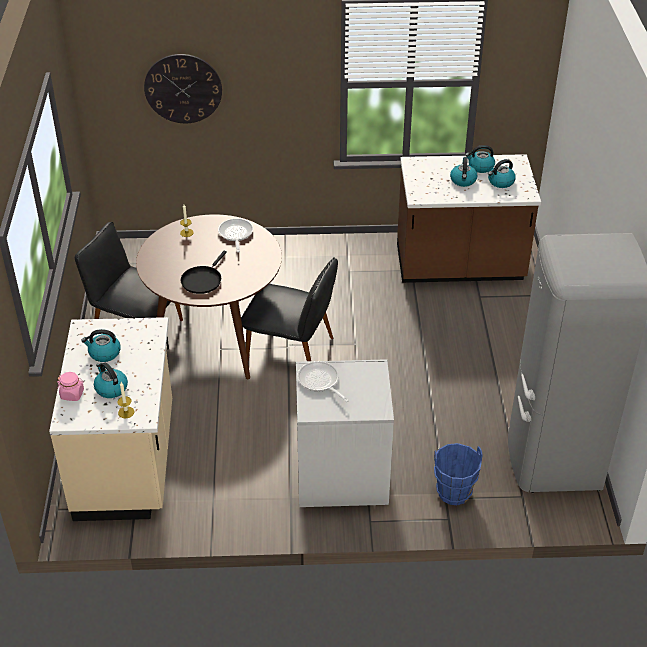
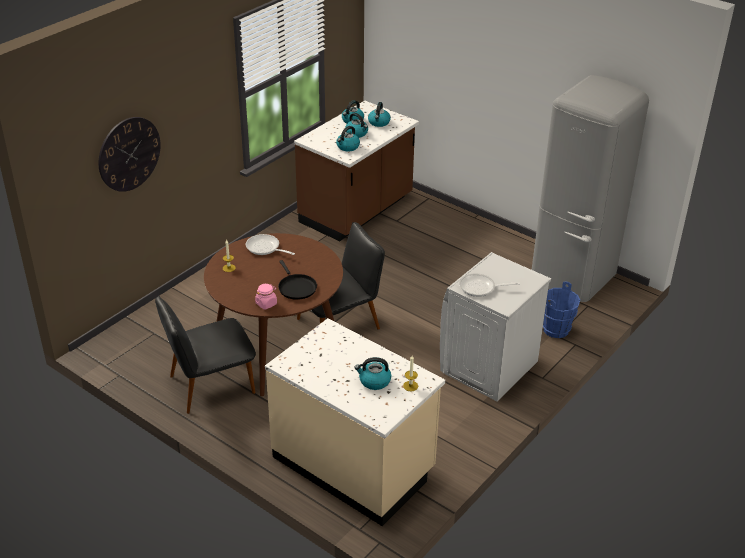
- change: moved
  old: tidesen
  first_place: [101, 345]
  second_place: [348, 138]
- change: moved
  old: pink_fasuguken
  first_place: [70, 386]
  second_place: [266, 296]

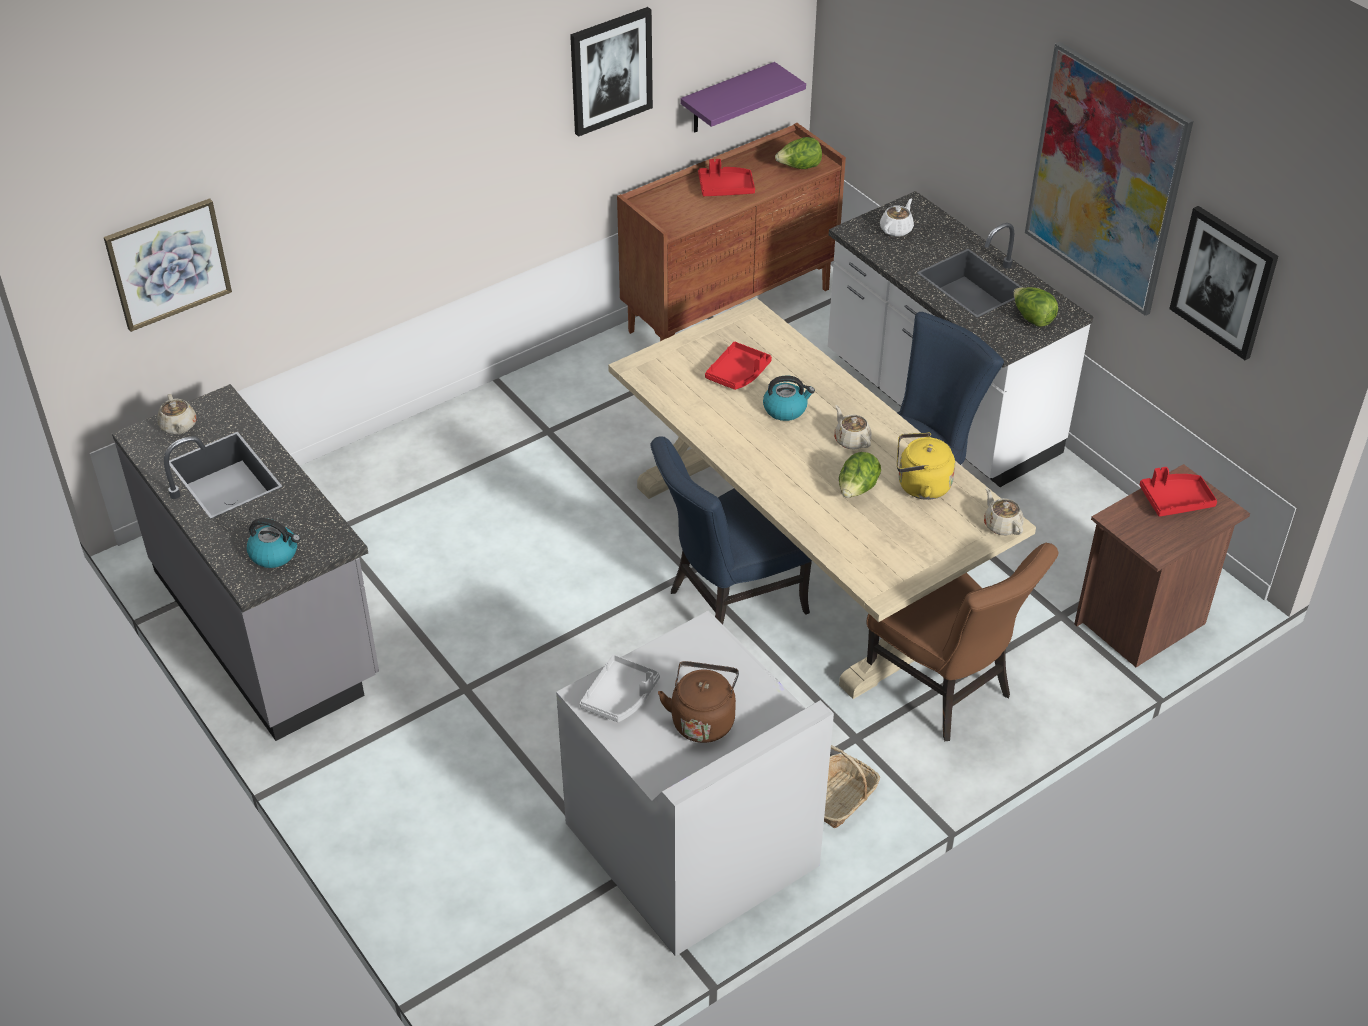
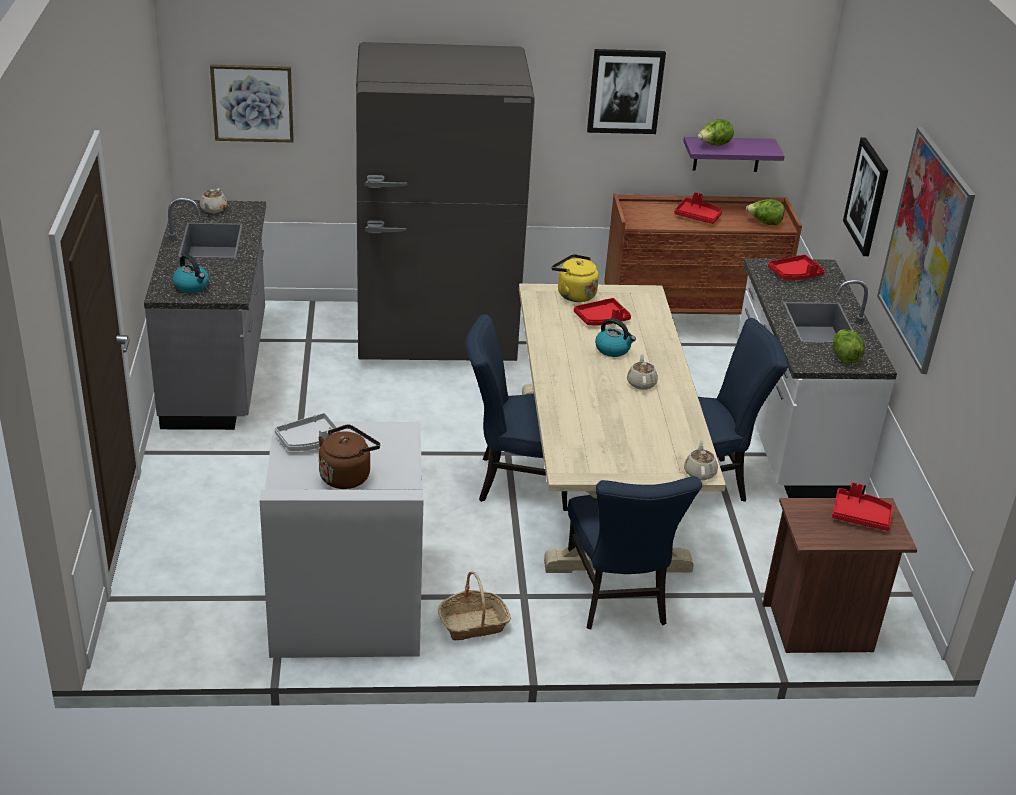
- change: replaced
  old: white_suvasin
  new: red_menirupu
  first_place: [897, 218]
  second_place: [796, 267]
- change: moved
  old: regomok
  first_place: [1223, 283]
  second_place: [865, 197]
- change: moved
  old: yellow_tidesen
  first_place: [926, 466]
  second_place: [575, 278]
- change: moved
  old: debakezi
  first_place: [860, 475]
  second_place: [715, 132]
- change: recoloured
  old: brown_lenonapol
  new: blue_lenonapol
  first_place: [962, 642]
  second_place: [635, 553]
- change: added
  new: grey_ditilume
  second_place: [445, 201]

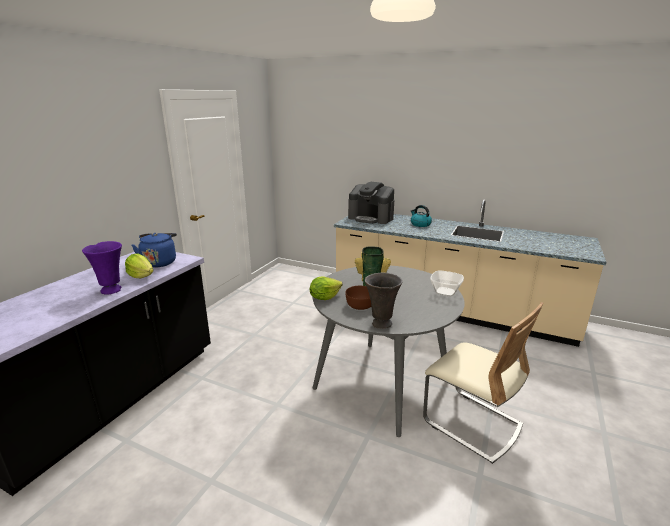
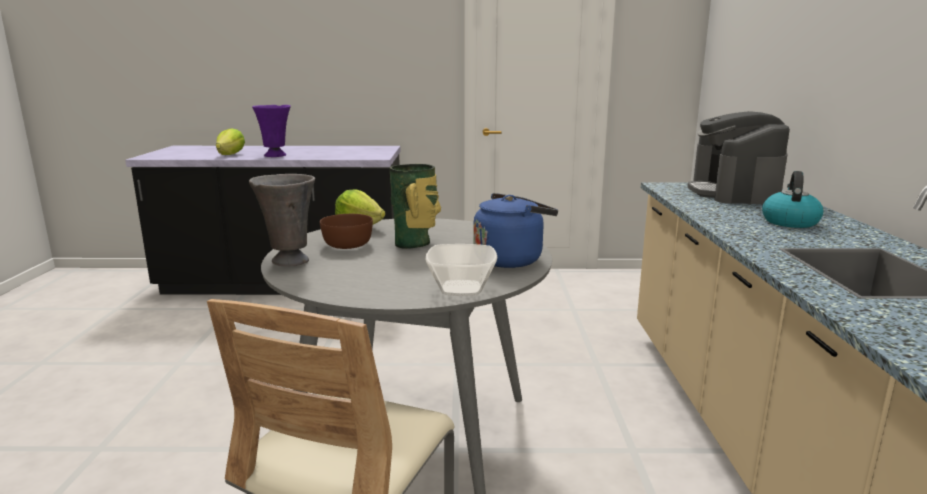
- change: moved
  old: blue_tidesen
  first_place: [154, 250]
  second_place: [515, 230]
- change: moved
  old: debakezi
  first_place: [139, 266]
  second_place: [230, 141]

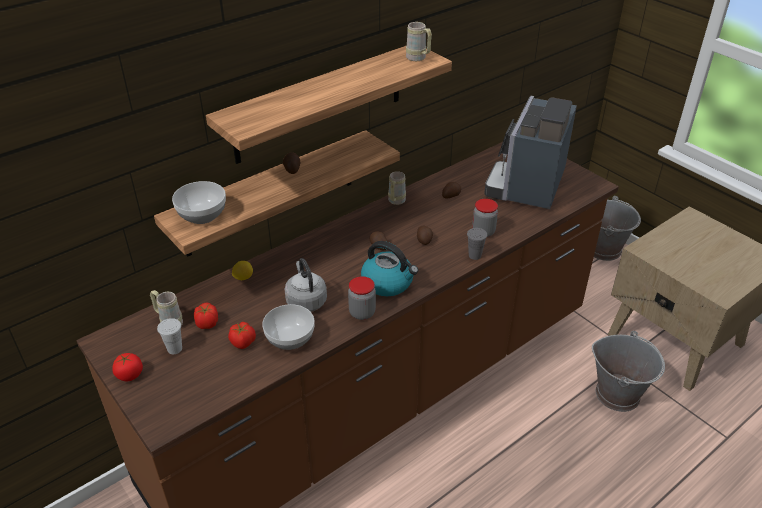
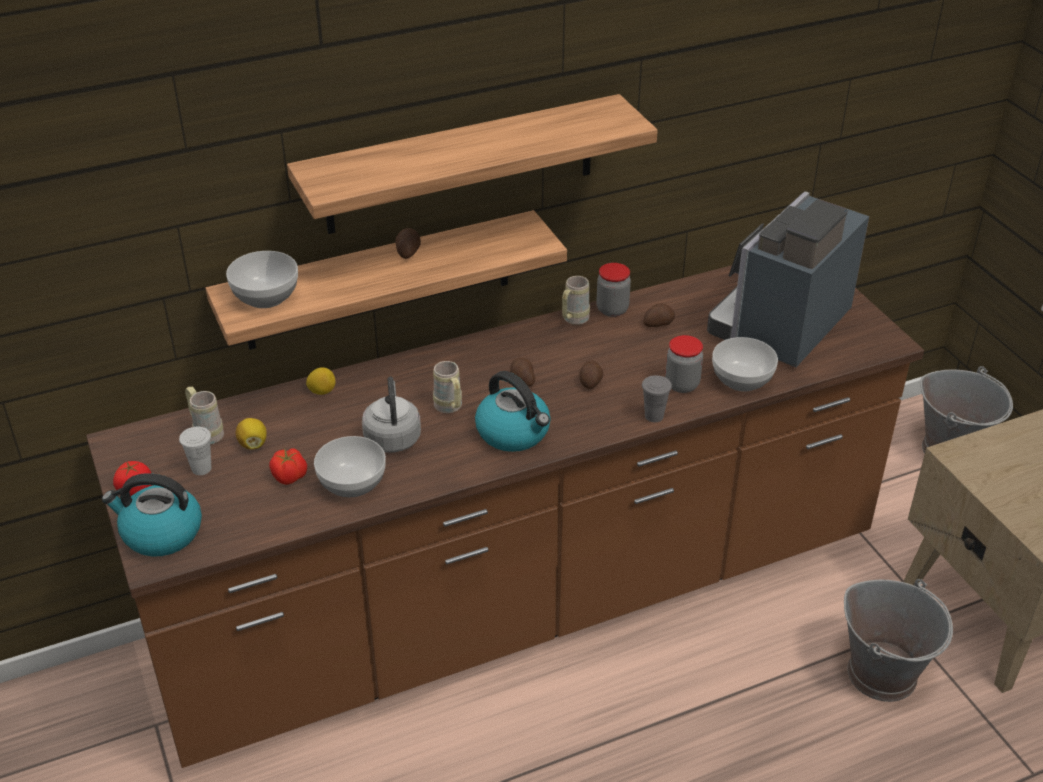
- change: moved
  old: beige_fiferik
  first_place: [419, 41]
  second_place: [447, 387]
- change: moved
  old: fasuguken
  first_place: [362, 298]
  second_place: [613, 290]
- change: replaced
  old: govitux
  new: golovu
  first_place: [206, 316]
  second_place: [251, 433]
- change: added
  new: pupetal
  second_place: [745, 364]
- change: added
  new: tidesen
  second_place: [152, 515]

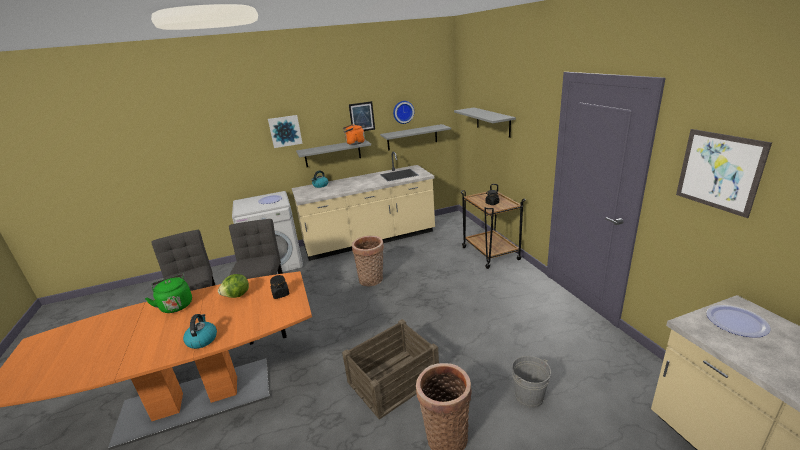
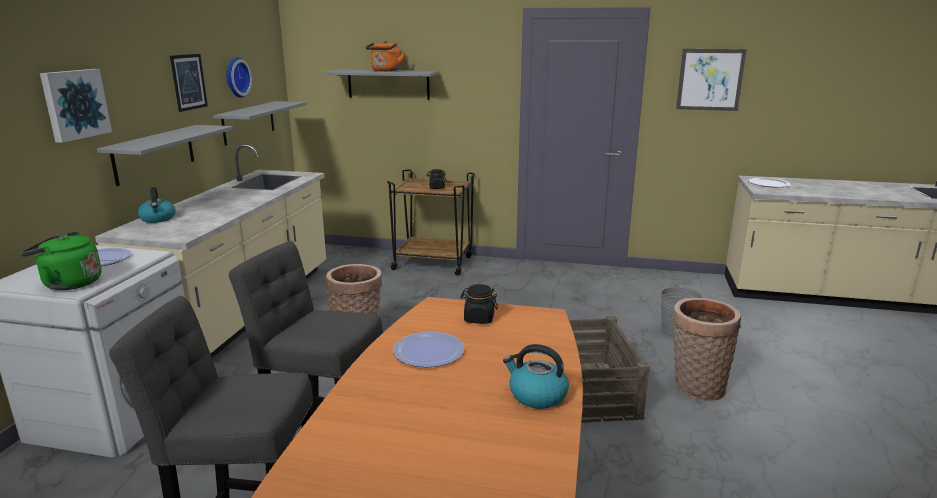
- change: moved
  old: orange_tidesen
  first_place: [354, 134]
  second_place: [385, 56]
- change: moved
  old: green_tidesen
  first_place: [168, 293]
  second_place: [60, 260]
- change: replaced
  old: debakezi
  new: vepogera
  first_place: [233, 286]
  second_place: [429, 349]

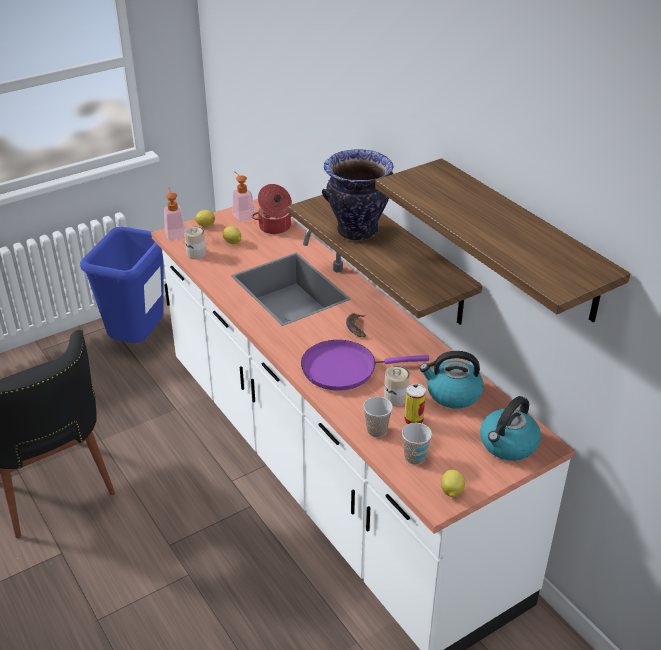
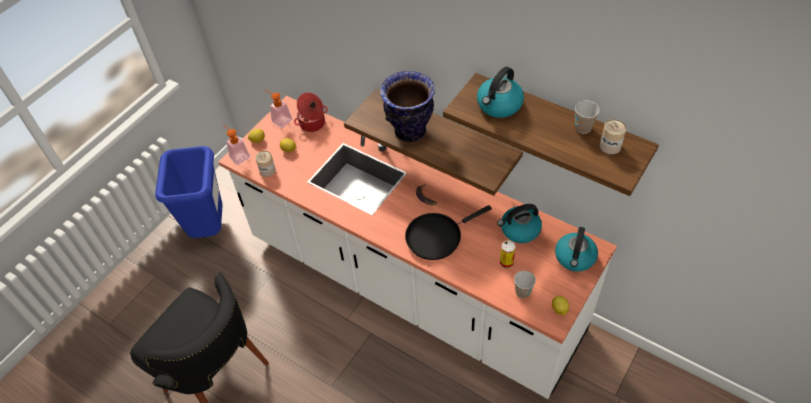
- change: recoloured
  old: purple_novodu
  new: black_novodu
  first_place: [365, 365]
  second_place: [448, 232]
- change: moved
  old: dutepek
  first_place: [397, 386]
  second_place: [613, 136]
- change: moved
  old: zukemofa
  first_place: [378, 417]
  second_place: [587, 117]
- change: added
  new: tidesen
  second_place: [500, 92]

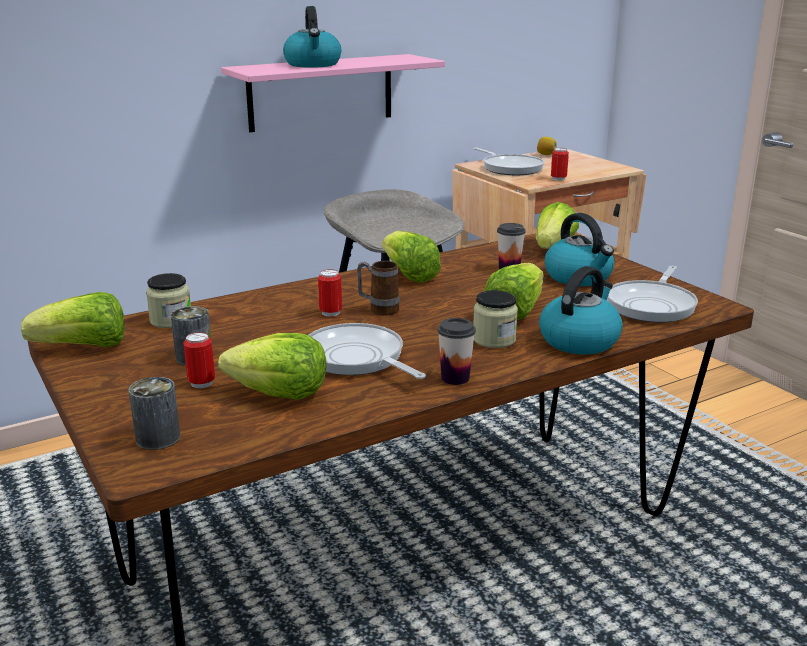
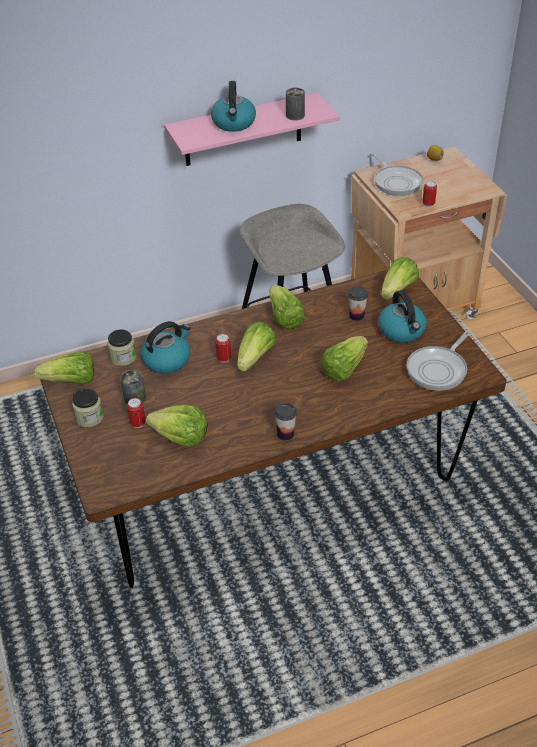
- change: replaced
  old: fiferik
  new: debakezi
  first_place: [378, 288]
  second_place: [256, 346]
- change: moved
  old: tidesen
  first_place: [581, 310]
  second_place: [166, 347]
- change: moved
  old: fasuguken
  first_place: [495, 319]
  second_place: [87, 407]
- change: removed
  old: novodu
  first_place: [367, 351]
- change: moved
  old: dutepek
  first_place: [154, 413]
  second_place: [295, 104]

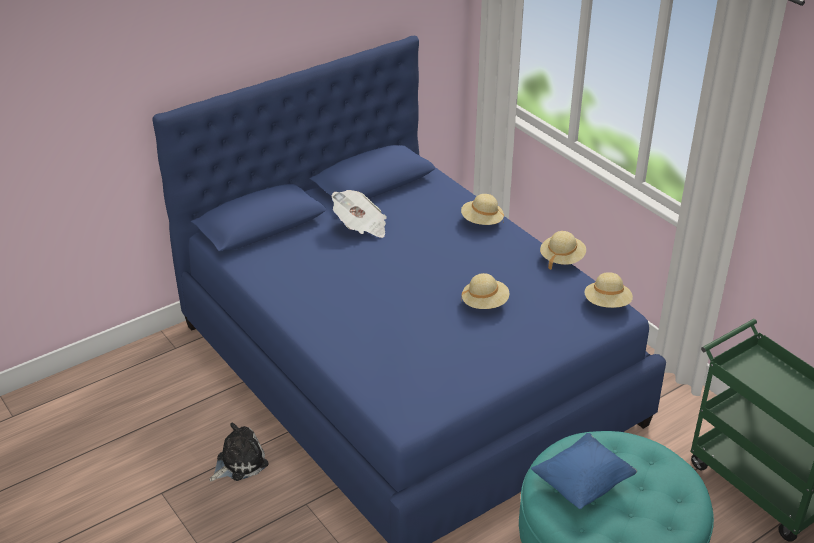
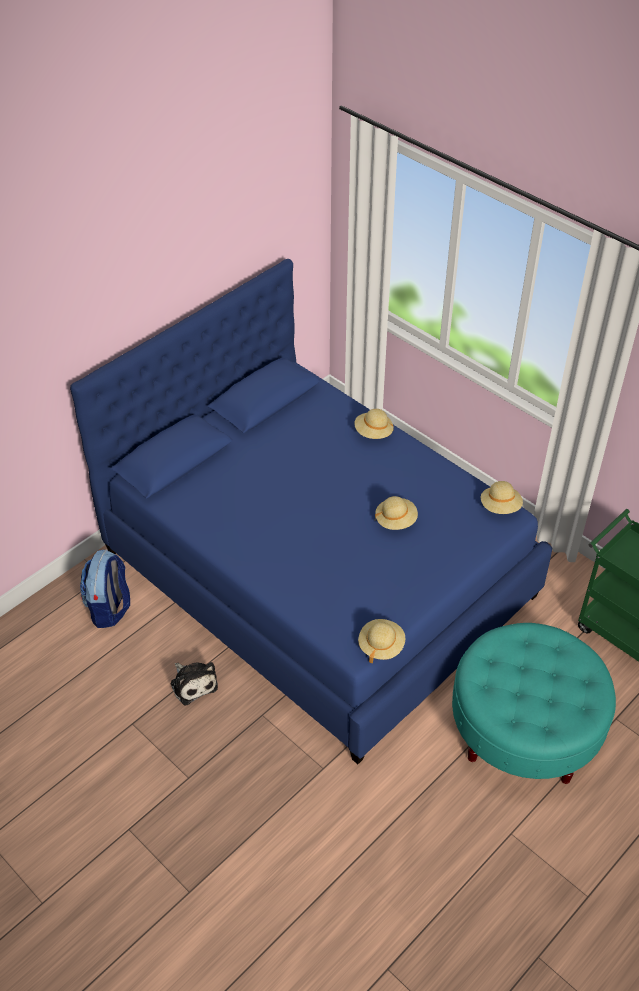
- change: removed
  old: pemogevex
  first_place: [359, 214]
- change: moved
  old: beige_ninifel
  first_place: [563, 250]
  second_place: [381, 641]
- change: turned
  old: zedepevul
  first_place: [239, 452]
  second_place: [194, 684]
  degrees: 105
- change: removed
  old: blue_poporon
  first_place: [584, 471]
- change: added
  new: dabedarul
  second_place: [105, 589]

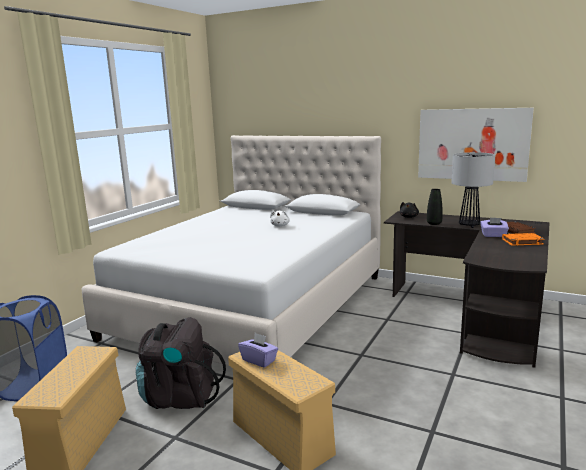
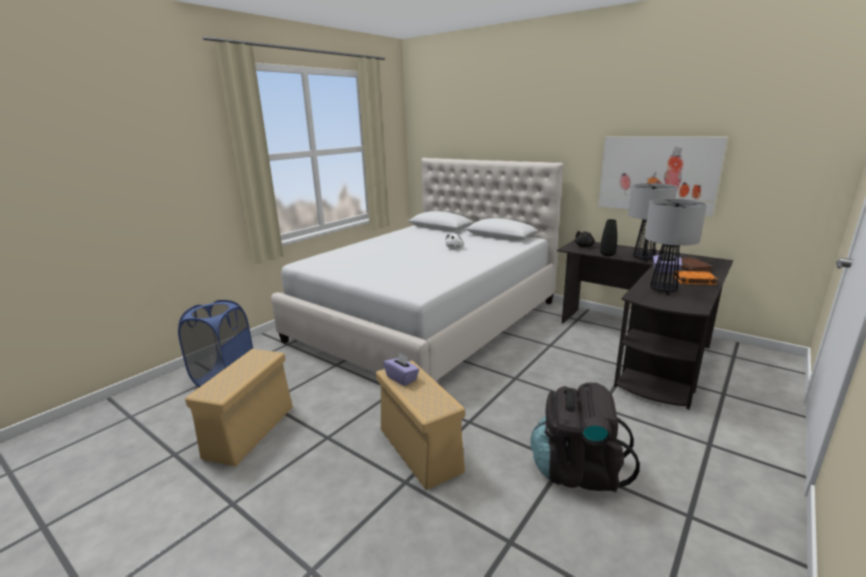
- change: moved
  old: black_dabedarul
  first_place: [181, 363]
  second_place: [585, 437]
- change: added
  new: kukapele
  second_place: [676, 247]

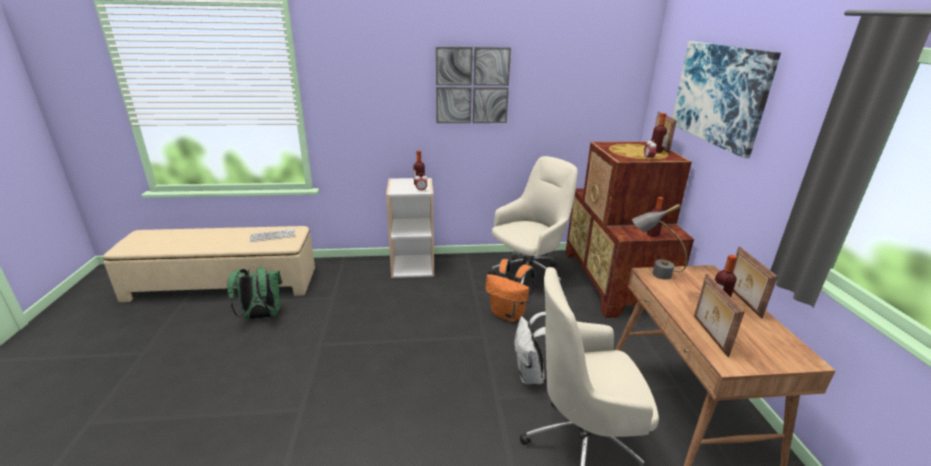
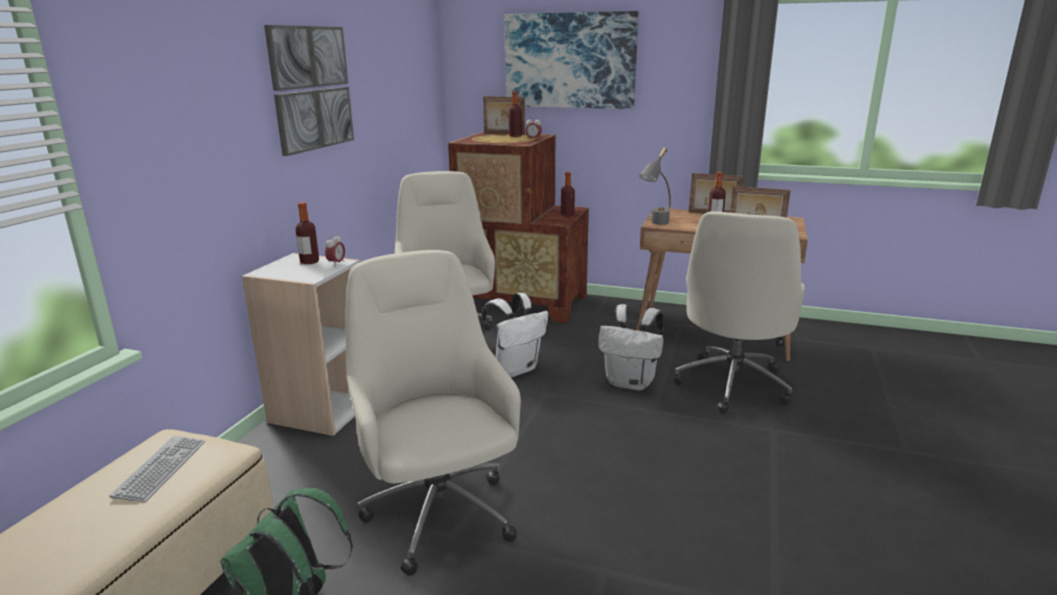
- change: recoloured
  old: orange_dabedarul
  new: white_dabedarul
  first_place: [510, 290]
  second_place: [514, 335]
- change: added
  new: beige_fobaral
  second_place: [433, 413]

